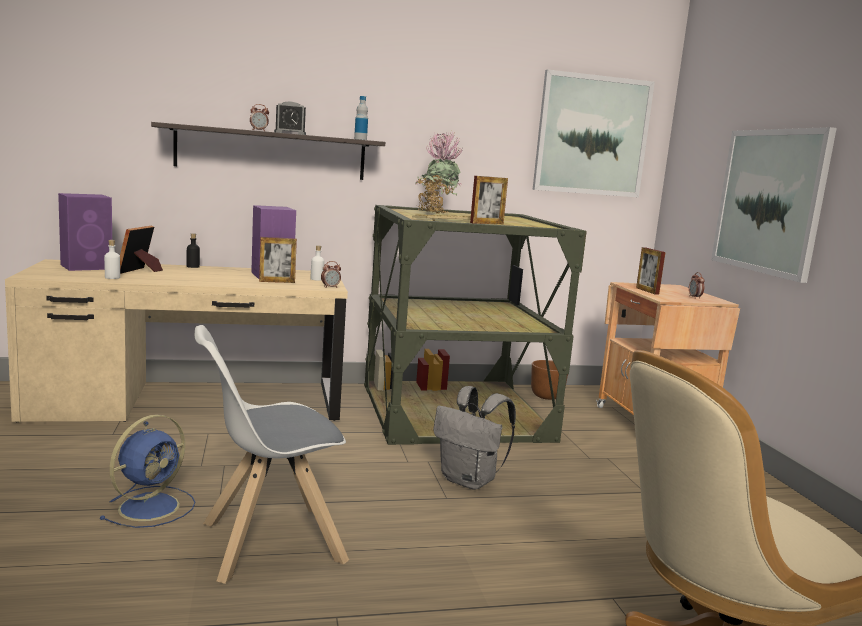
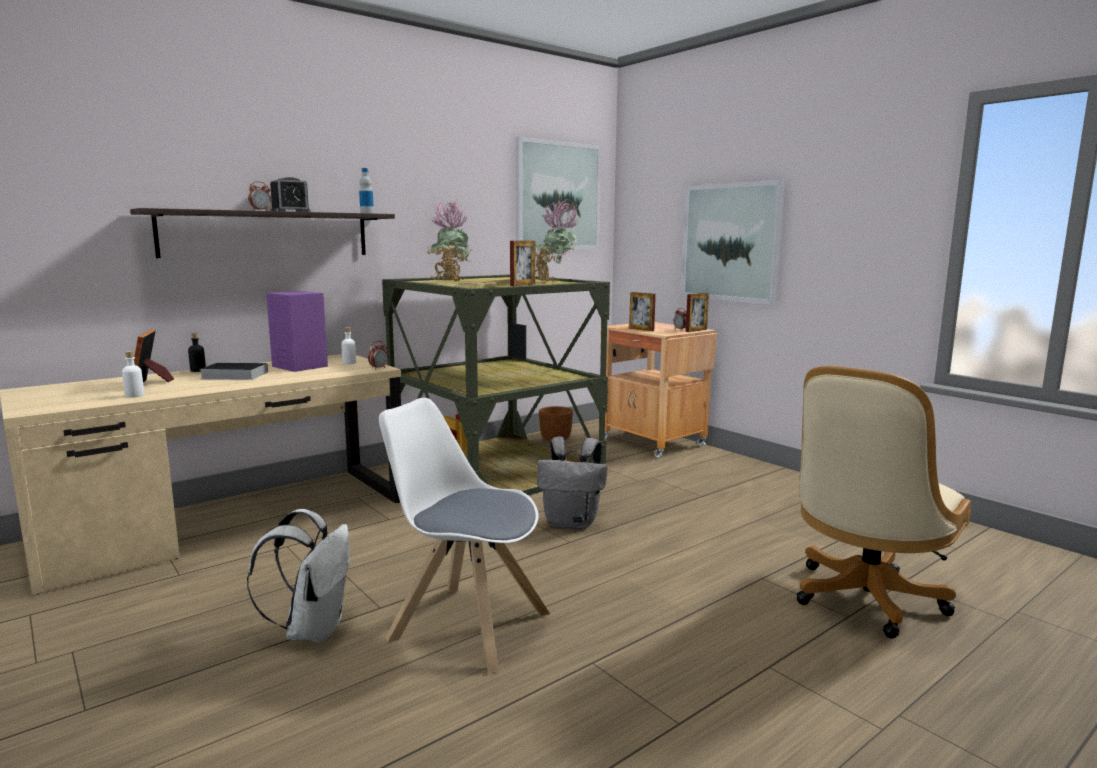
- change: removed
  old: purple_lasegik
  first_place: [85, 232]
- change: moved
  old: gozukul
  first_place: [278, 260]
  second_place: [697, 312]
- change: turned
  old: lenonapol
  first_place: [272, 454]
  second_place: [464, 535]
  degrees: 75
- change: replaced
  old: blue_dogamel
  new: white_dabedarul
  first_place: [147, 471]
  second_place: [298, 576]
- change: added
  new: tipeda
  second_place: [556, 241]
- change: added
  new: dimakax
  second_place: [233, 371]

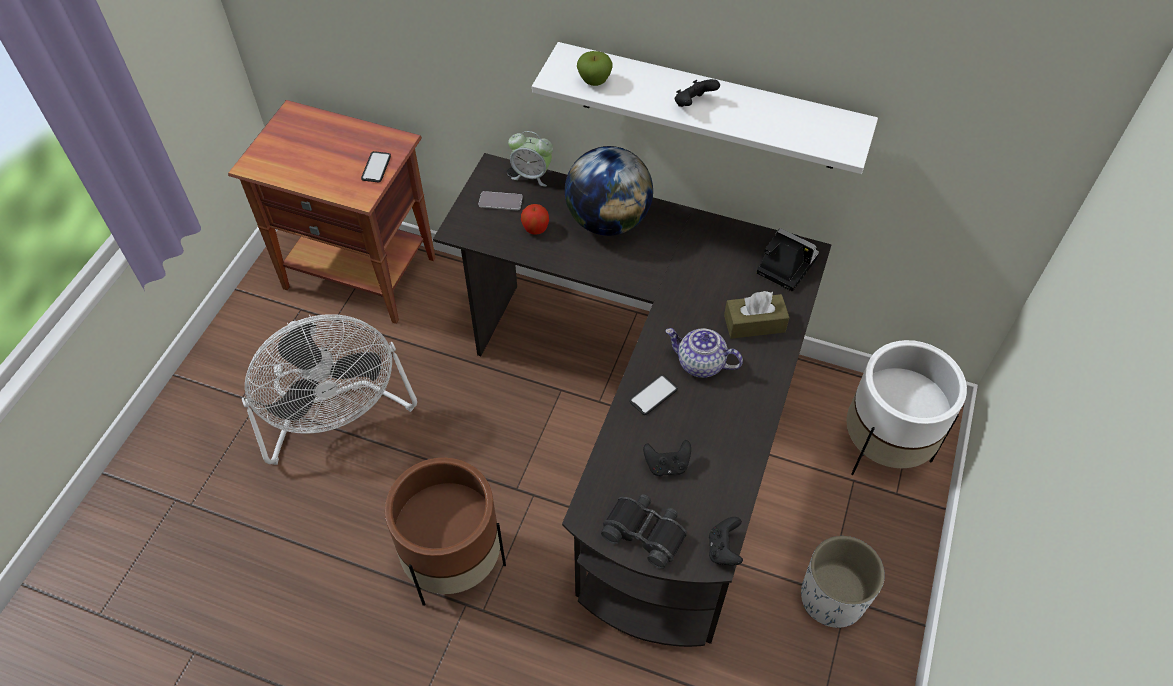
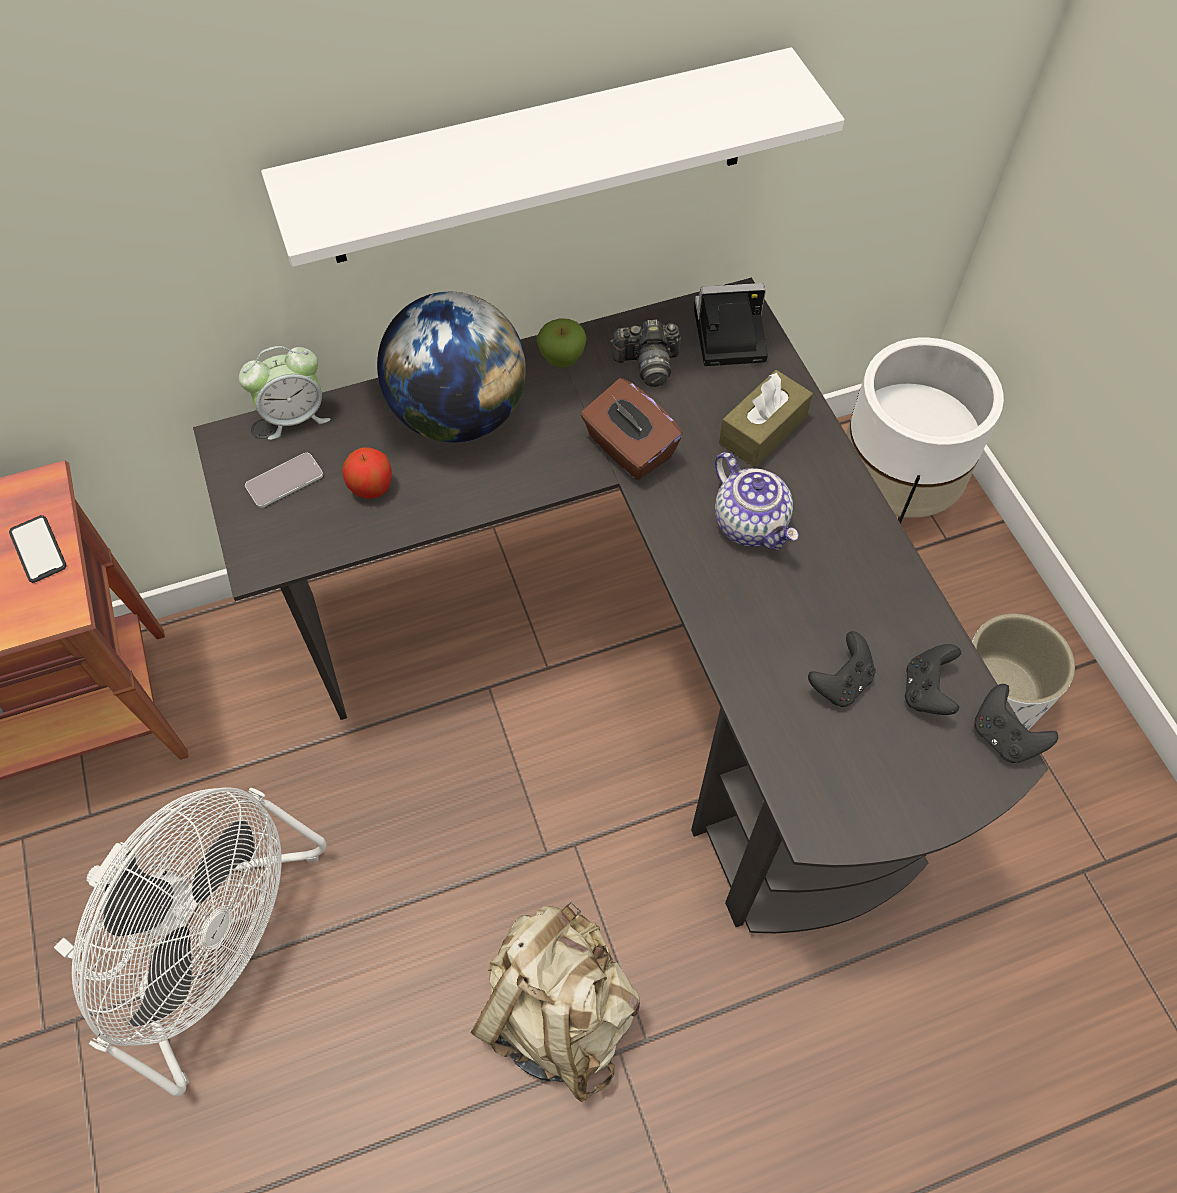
- change: moved
  old: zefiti
  first_place: [595, 68]
  second_place: [561, 343]
- change: moved
  old: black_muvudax
  first_place: [697, 93]
  second_place: [933, 679]
- change: turned
  old: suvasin
  first_place: [704, 353]
  second_place: [757, 501]
  degrees: -105
- change: removed
  old: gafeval
  first_place: [653, 394]
- change: replaced
  old: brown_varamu
  new: beige_dabedarul
  first_place: [445, 532]
  second_place: [555, 1002]
- change: removed
  old: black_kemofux
  first_place: [644, 531]
- change: added
  new: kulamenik
  second_place: [645, 353]
- change: added
  new: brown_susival
  second_place: [632, 429]

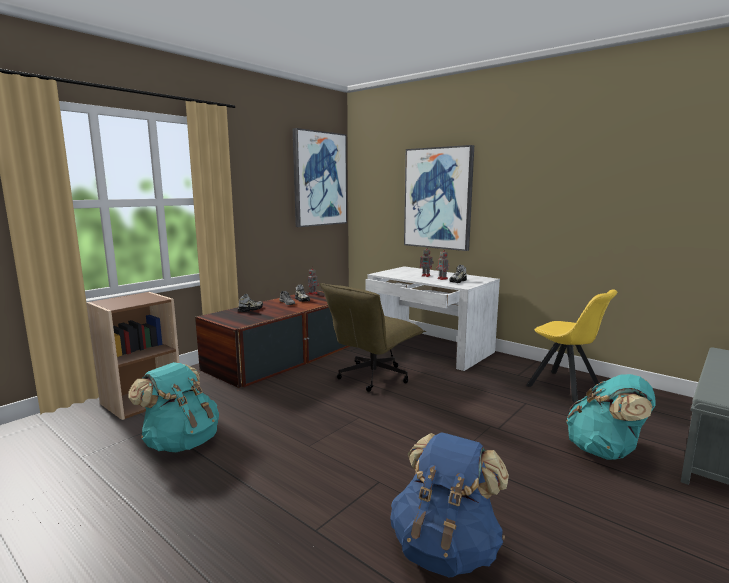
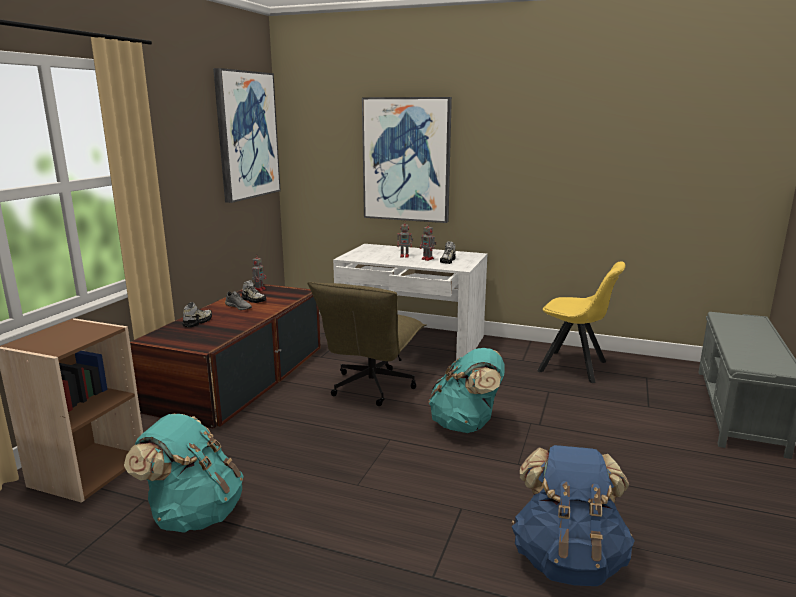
- change: moved
  old: turquoise_dabedarul
  first_place: [611, 417]
  second_place: [467, 390]

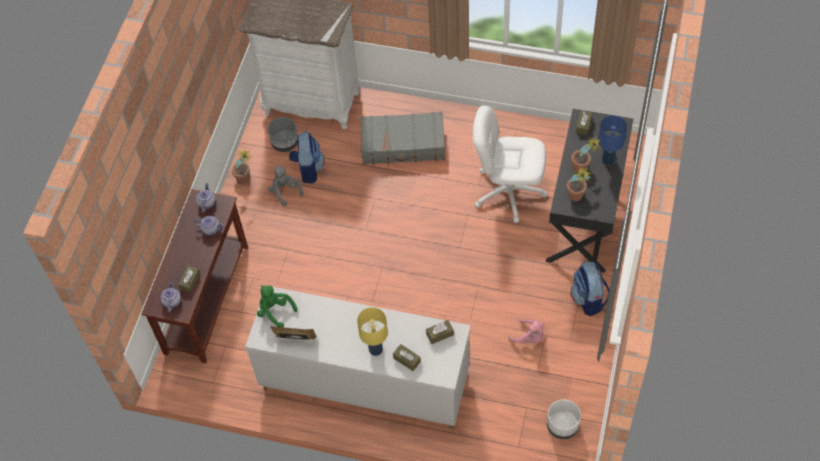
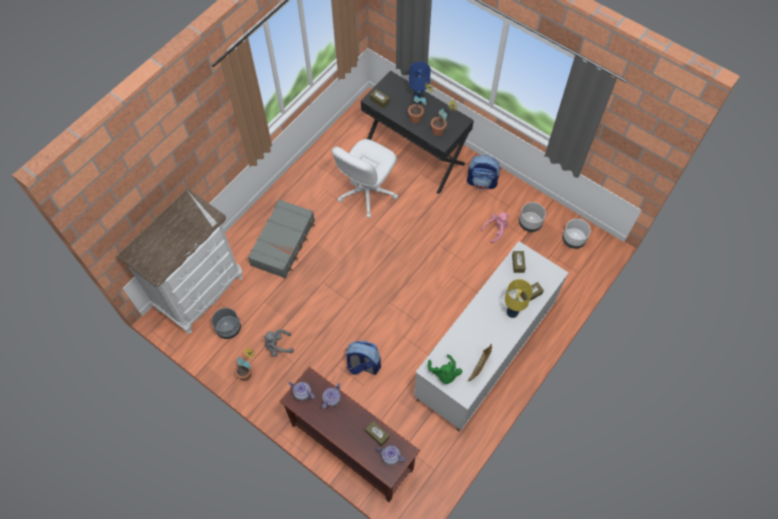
- change: moved
  old: dabedarul
  first_place: [307, 158]
  second_place: [363, 358]
- change: turned
  old: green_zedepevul
  first_place: [277, 306]
  second_place: [445, 369]
  degrees: -75
- change: added
  new: grey_varamu
  second_place: [532, 217]

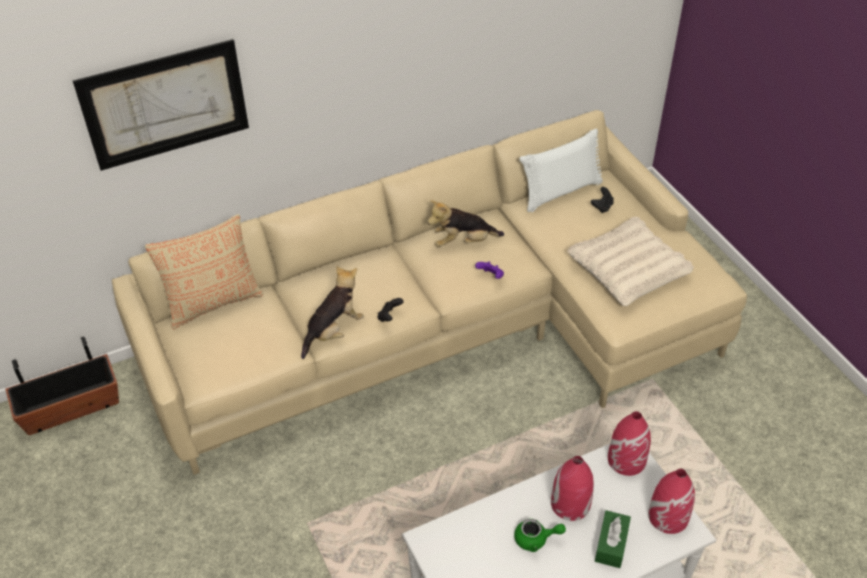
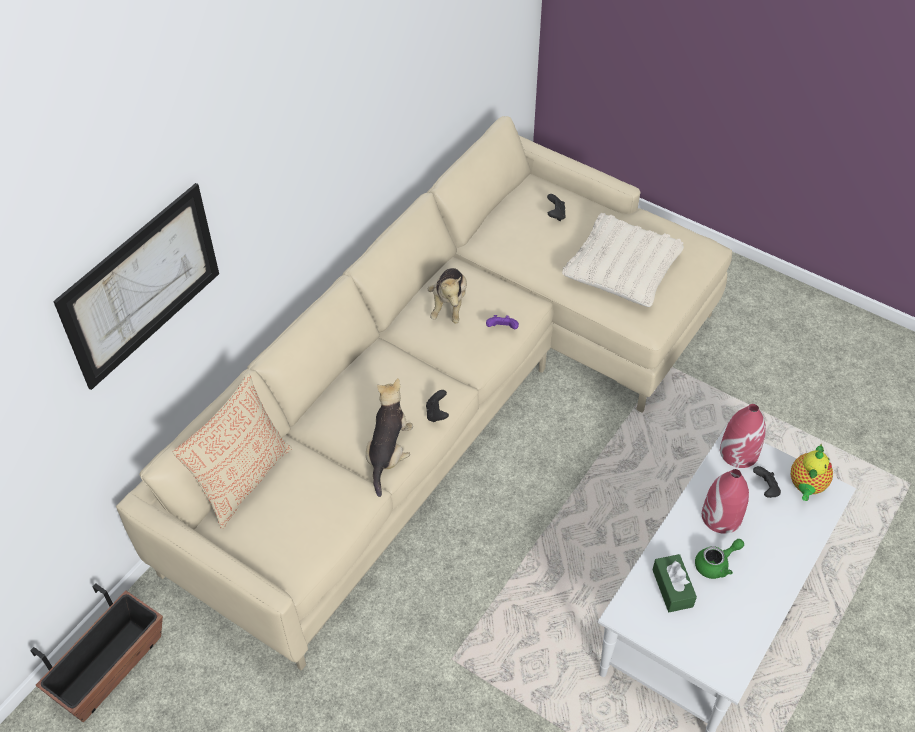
- change: removed
  old: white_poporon
  first_place: [561, 171]
- change: turned
  old: zedepevul
  first_place: [465, 223]
  second_place: [447, 295]
  degrees: -45
- change: replaced
  old: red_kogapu
  new: suvasin
  first_place: [671, 501]
  second_place: [812, 472]
- change: moved
  old: green_susival
  first_place: [613, 539]
  second_place: [674, 583]
- change: added
  new: black_muvudax
  second_place: [767, 482]

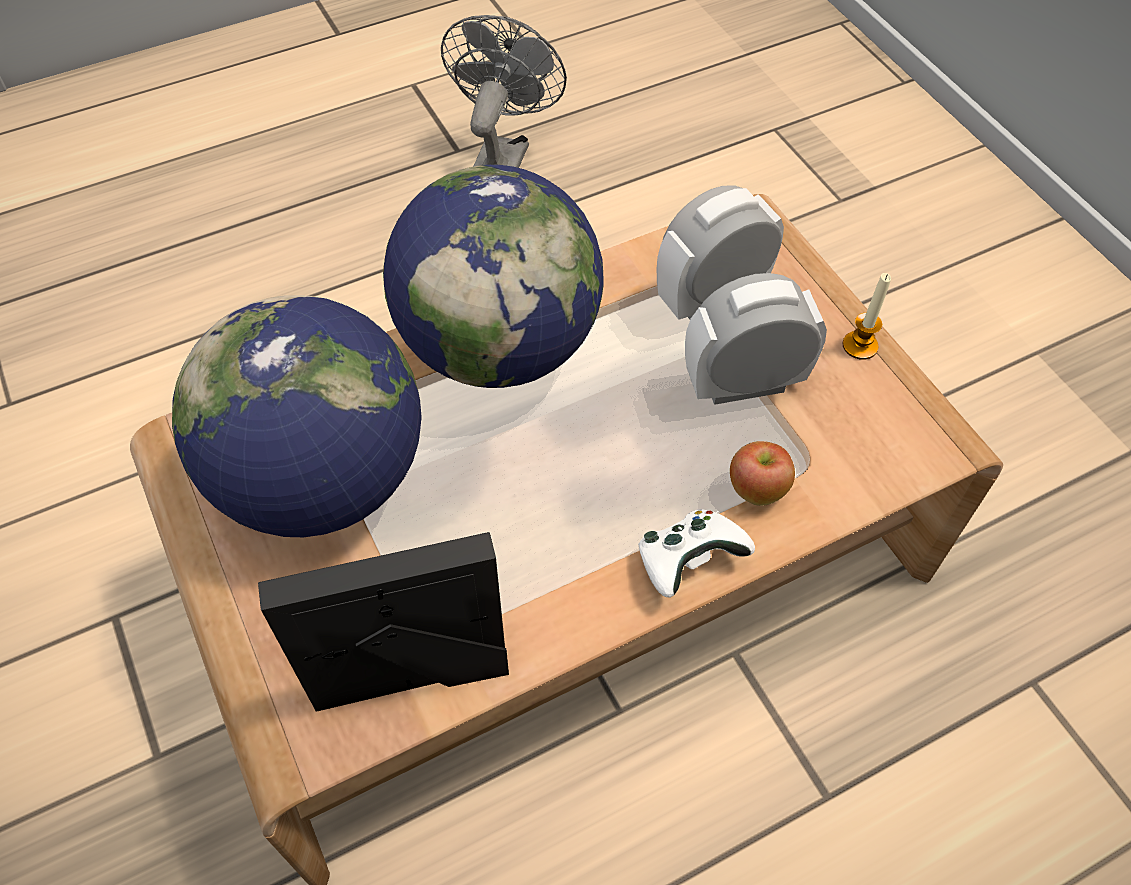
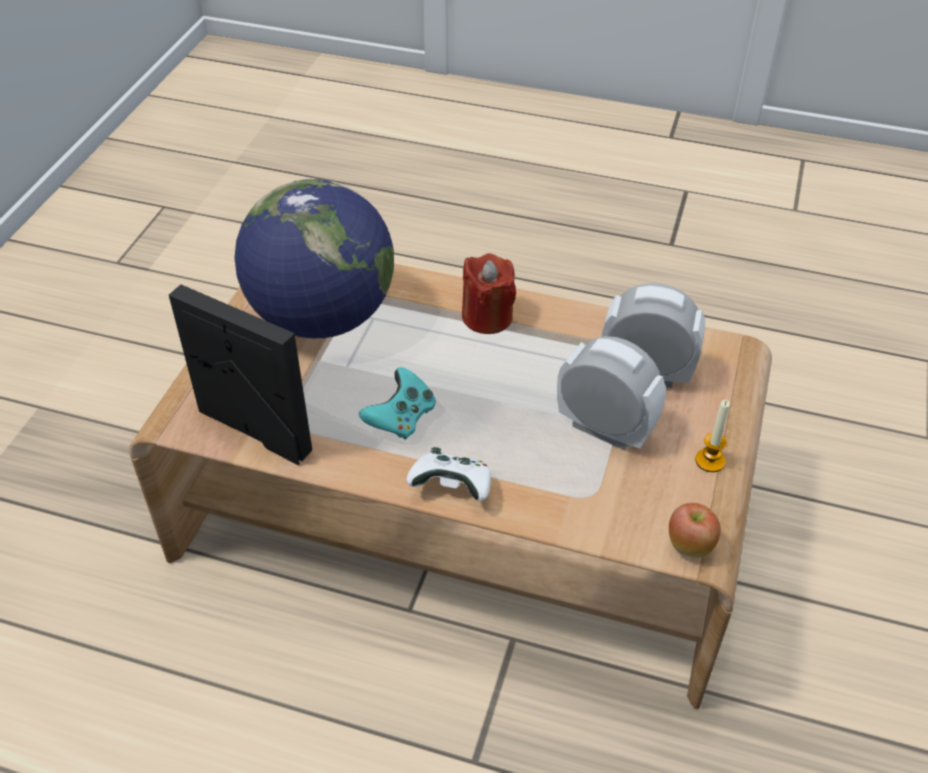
- change: removed
  old: grey_dogamel
  first_place: [504, 91]
- change: replaced
  old: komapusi
  new: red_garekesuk
  first_place: [493, 276]
  second_place: [489, 293]
- change: moved
  old: zefiti
  first_place: [762, 473]
  second_place: [695, 530]
- change: added
  new: turquoise_muvudax
  second_place: [397, 403]

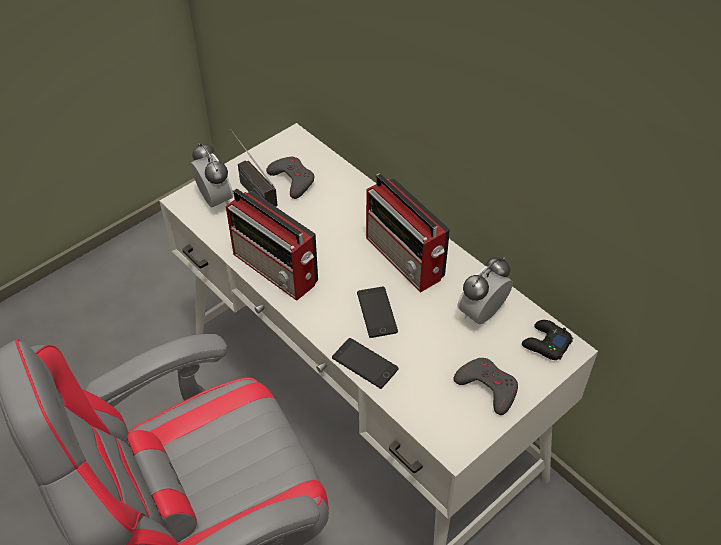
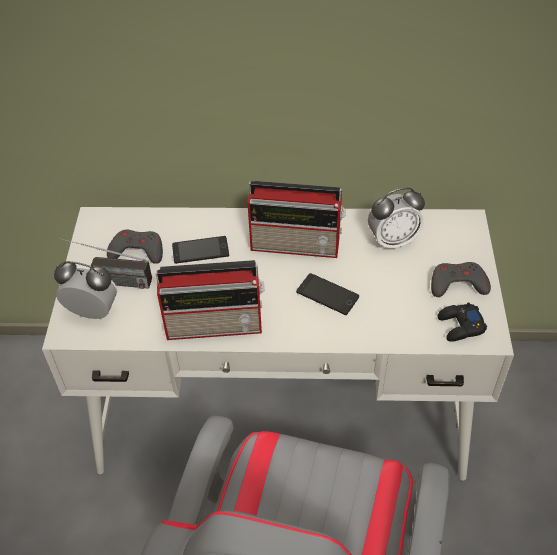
- change: turned
  old: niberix
  first_place: [485, 290]
  second_place: [396, 219]
  degrees: -105
- change: moved
  old: black_muvudax
  first_place: [547, 340]
  second_place: [462, 322]
- change: moved
  old: gafeval
  first_place: [365, 363]
  second_place: [200, 250]

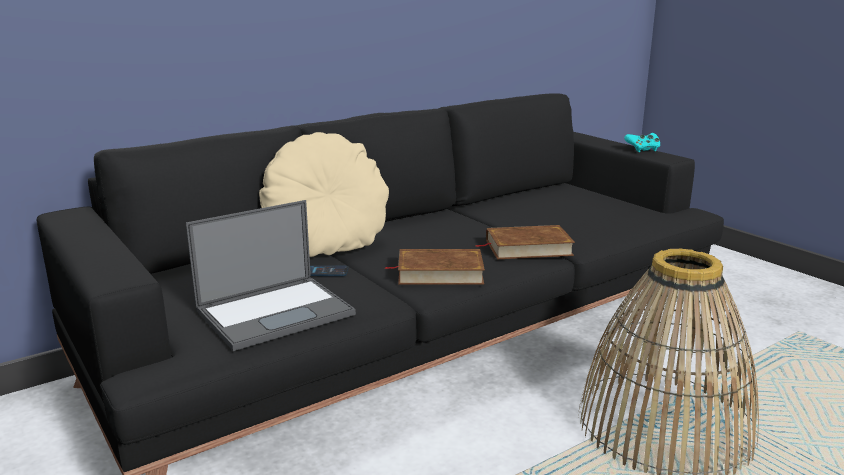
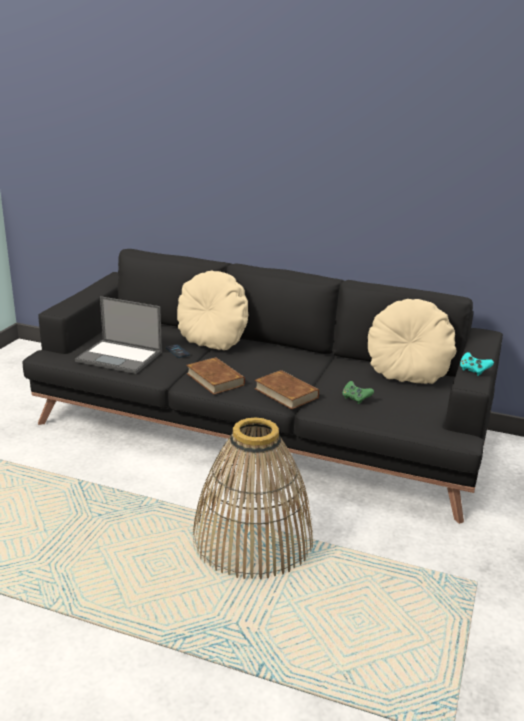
- change: added
  new: beige_poporon
  second_place: [412, 341]
- change: added
  new: green_muvudax
  second_place: [358, 392]

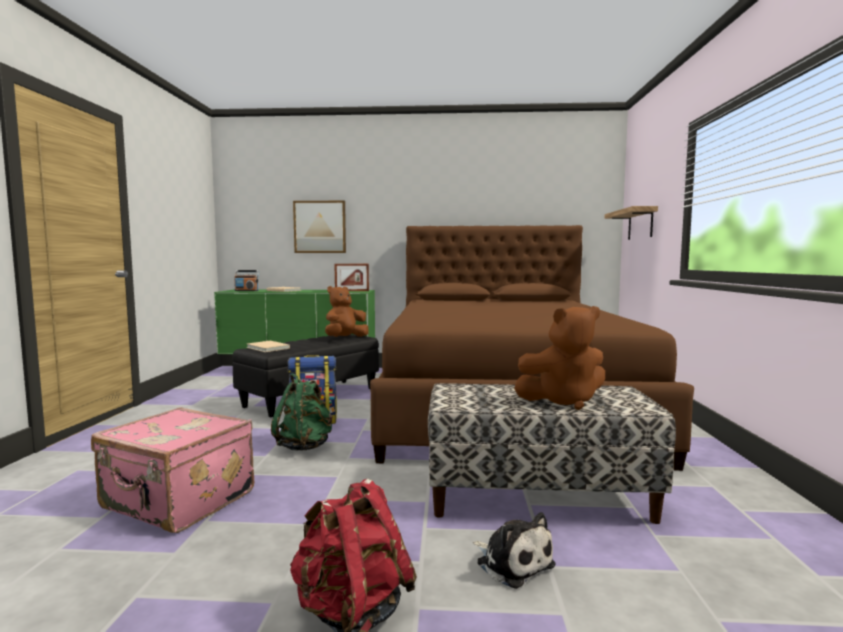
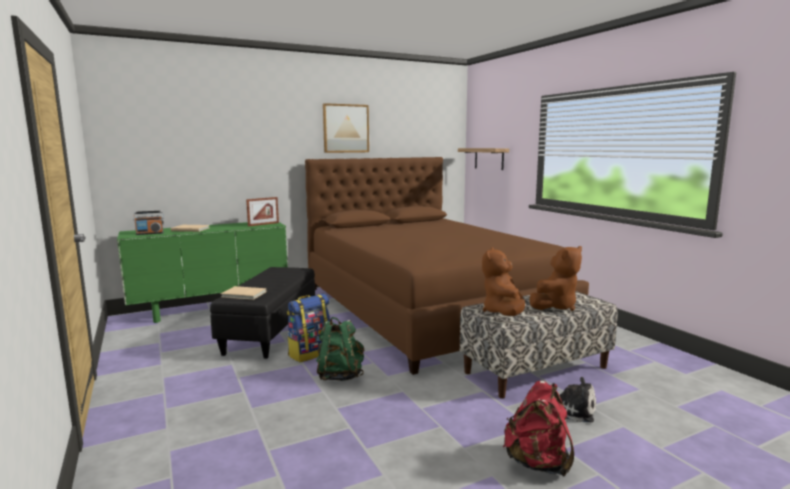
- change: moved
  old: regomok
  first_place: [319, 227]
  second_place: [346, 128]
- change: moved
  old: brown_zedepevul
  first_place: [347, 311]
  second_place: [503, 281]
- change: removed
  old: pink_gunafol
  first_place: [172, 470]

